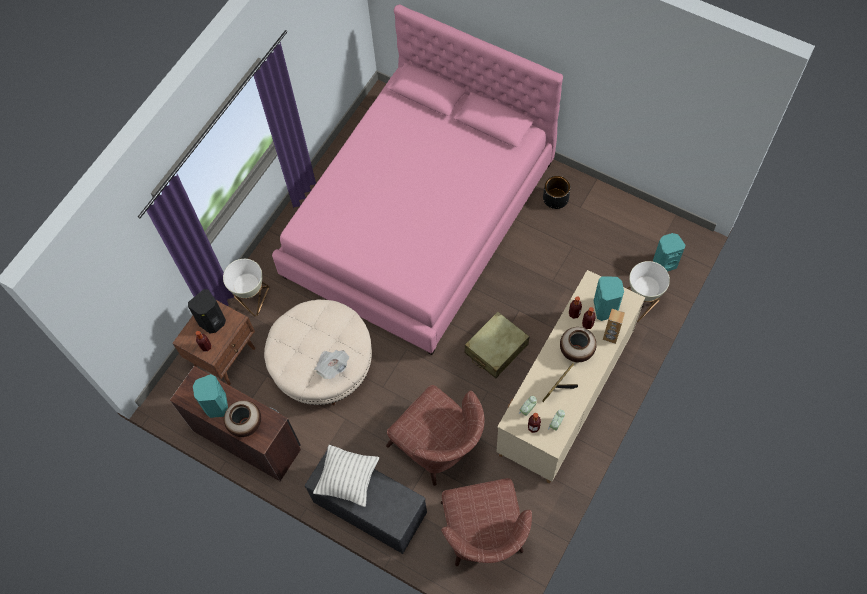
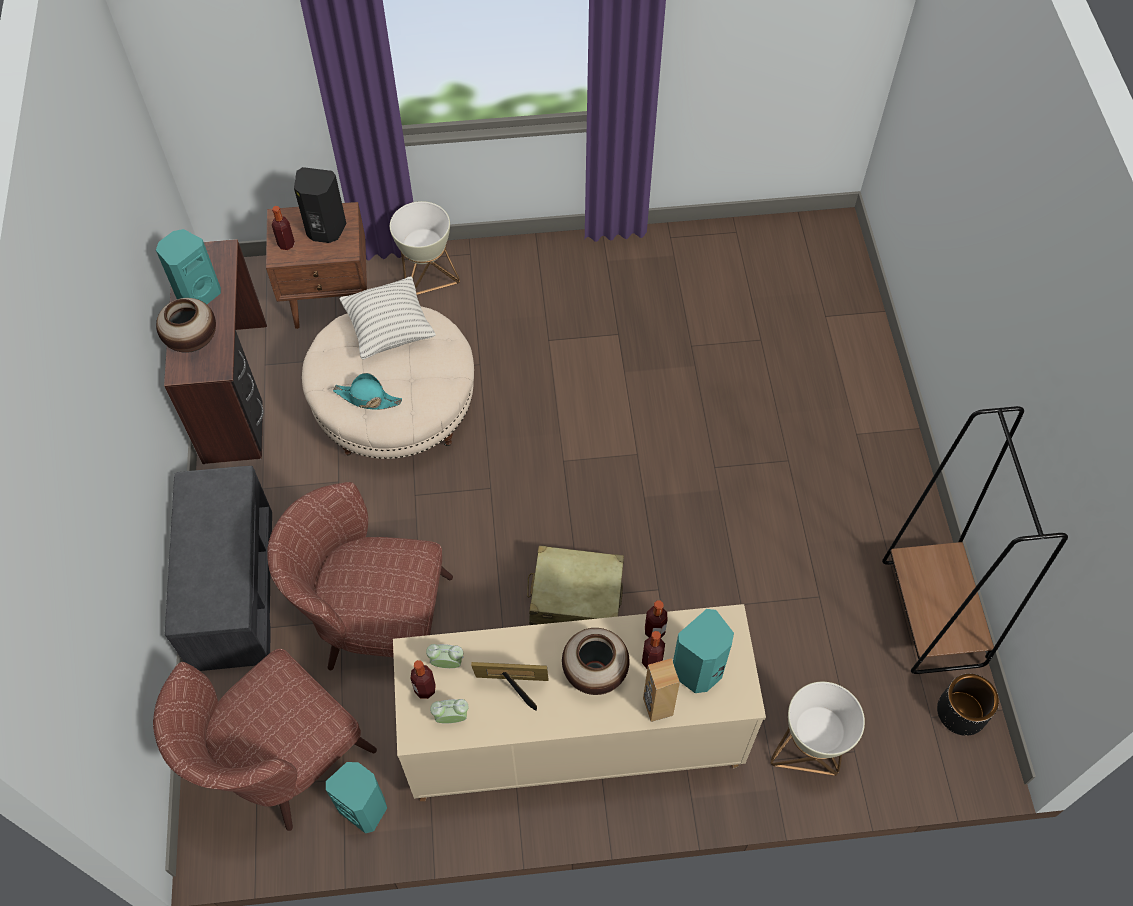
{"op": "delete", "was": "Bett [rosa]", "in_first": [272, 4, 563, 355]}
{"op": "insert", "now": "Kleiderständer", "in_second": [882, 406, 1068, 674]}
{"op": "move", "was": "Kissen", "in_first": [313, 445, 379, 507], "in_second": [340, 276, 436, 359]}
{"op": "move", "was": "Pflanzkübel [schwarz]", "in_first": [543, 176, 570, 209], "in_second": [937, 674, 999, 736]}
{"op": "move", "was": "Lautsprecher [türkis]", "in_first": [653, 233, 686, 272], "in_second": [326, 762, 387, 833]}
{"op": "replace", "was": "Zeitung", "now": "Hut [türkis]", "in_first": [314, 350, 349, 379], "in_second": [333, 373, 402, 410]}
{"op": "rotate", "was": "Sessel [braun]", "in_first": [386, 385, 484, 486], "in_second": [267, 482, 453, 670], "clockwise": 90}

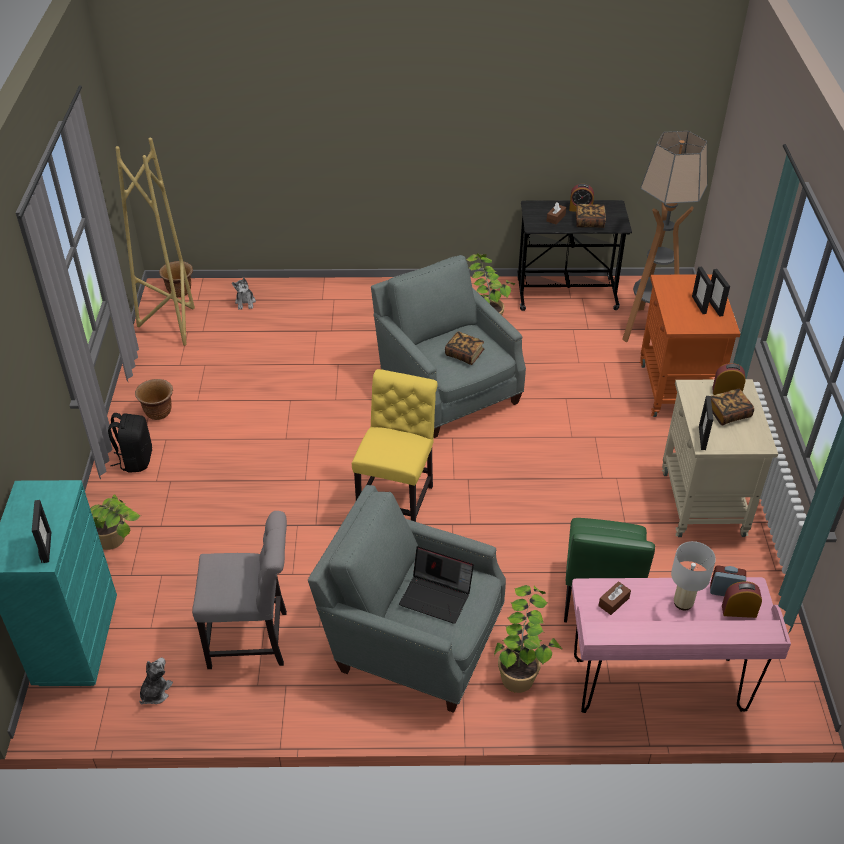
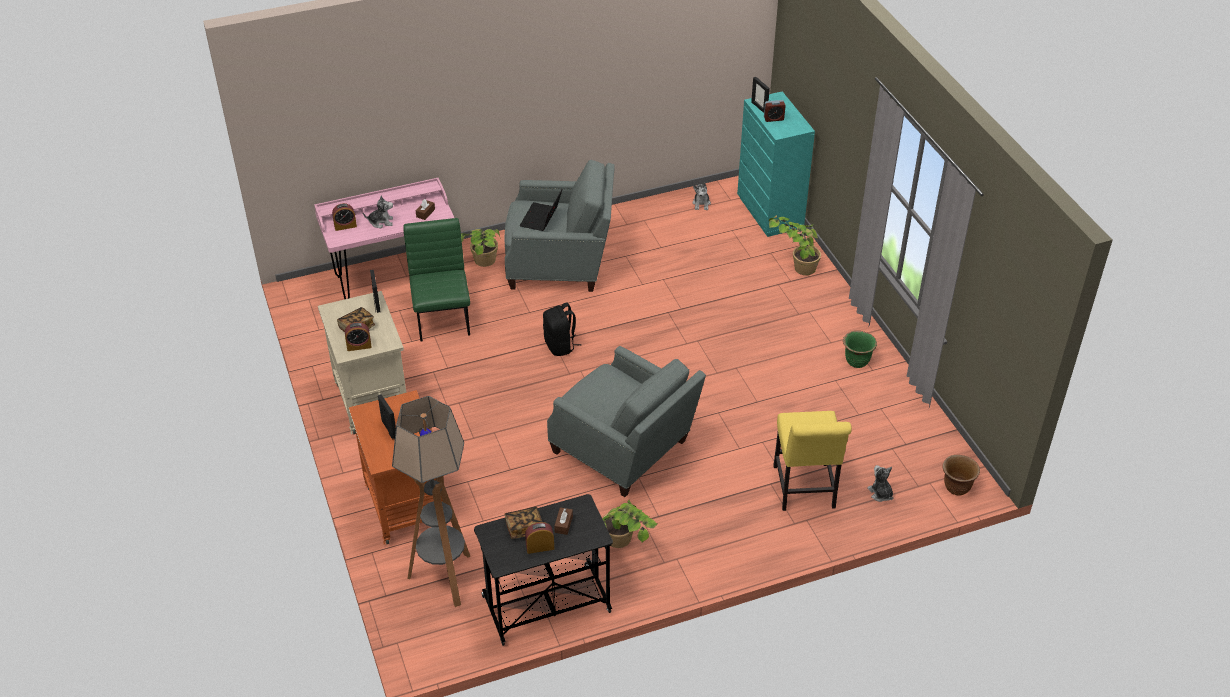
{"op": "delete", "was": "Kleiderständer [gelb]", "in_first": [116, 137, 195, 346]}
{"op": "delete", "was": "Stuhl [grau]", "in_first": [192, 511, 287, 669]}
{"op": "delete", "was": "Buch", "in_first": [445, 331, 484, 365]}
{"op": "delete", "was": "Bilderrahmen", "in_first": [709, 269, 730, 317]}
{"op": "move", "was": "Rucksack [schwarz]", "in_first": [108, 413, 152, 472], "in_second": [543, 303, 582, 356]}
{"op": "move", "was": "Stuhl [gelb]", "in_first": [352, 369, 438, 522], "in_second": [773, 411, 852, 511]}
{"op": "move", "was": "Wecker", "in_first": [710, 565, 746, 596], "in_second": [764, 100, 786, 122]}
{"op": "replace", "was": "Tischlampe [weiß]", "now": "Plüschtier", "in_first": [671, 541, 716, 610], "in_second": [363, 196, 393, 228]}
{"op": "recolor", "was": "Pflanzkübel [braun]", "now": "Pflanzkübel [grün]", "in_first": [135, 379, 173, 420], "in_second": [843, 330, 877, 368]}
{"op": "rotate", "was": "Laptop", "in_first": [399, 546, 474, 624], "in_second": [520, 189, 563, 231], "clockwise": -75}

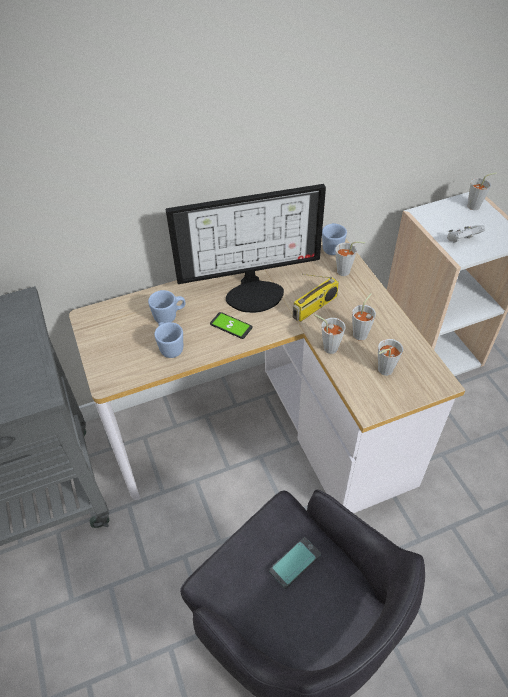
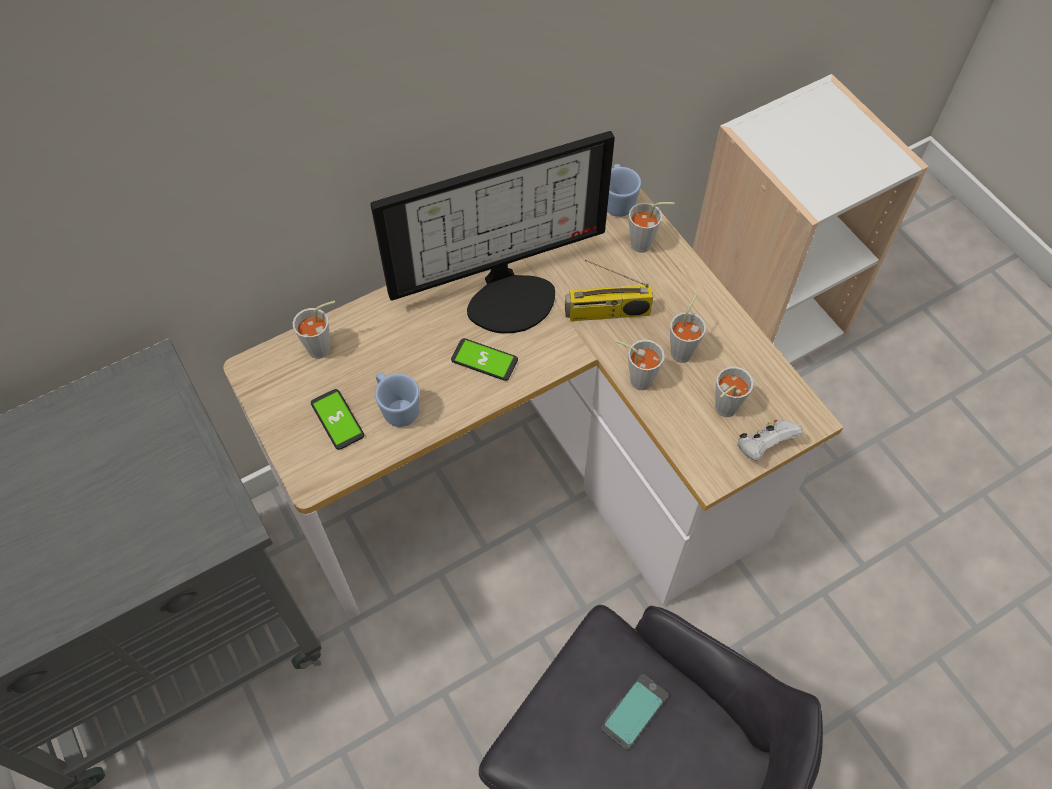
{"op": "delete", "was": "Henkelbecher [blau]", "in_first": [148, 290, 186, 323]}
{"op": "insert", "now": "Handy", "in_second": [311, 389, 364, 450]}
{"op": "move", "was": "Gamepad [weiß]", "in_first": [447, 225, 485, 243], "in_second": [737, 420, 802, 460]}
{"op": "move", "was": "Tasse [grau]", "in_first": [468, 172, 497, 210], "in_second": [293, 301, 335, 359]}
{"op": "rotate", "was": "Radio", "in_first": [293, 274, 339, 322], "in_second": [565, 260, 653, 321], "clockwise": 45}

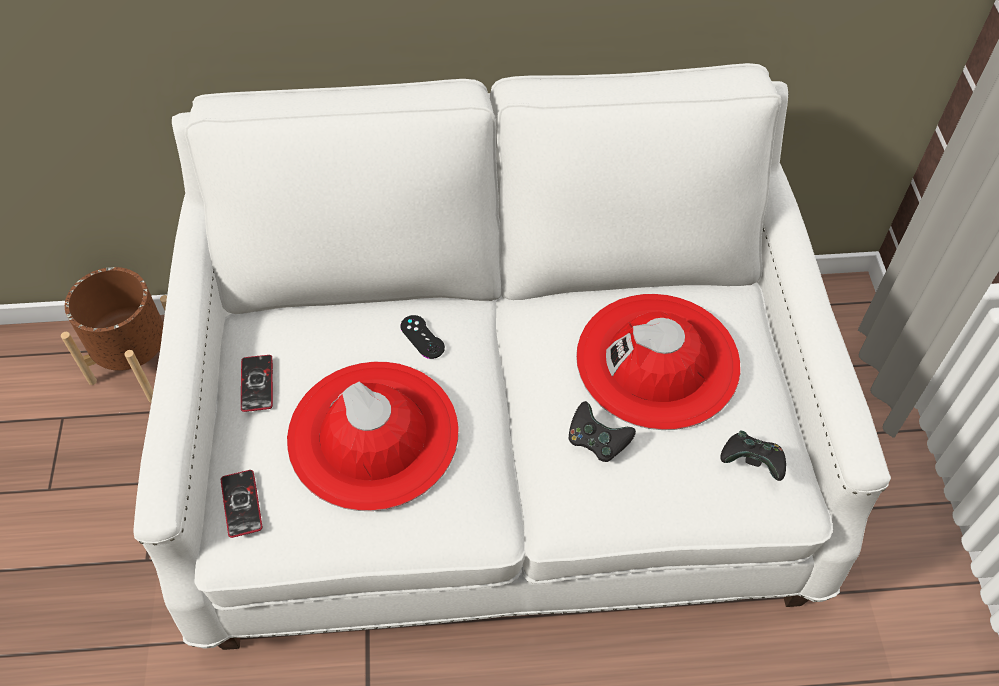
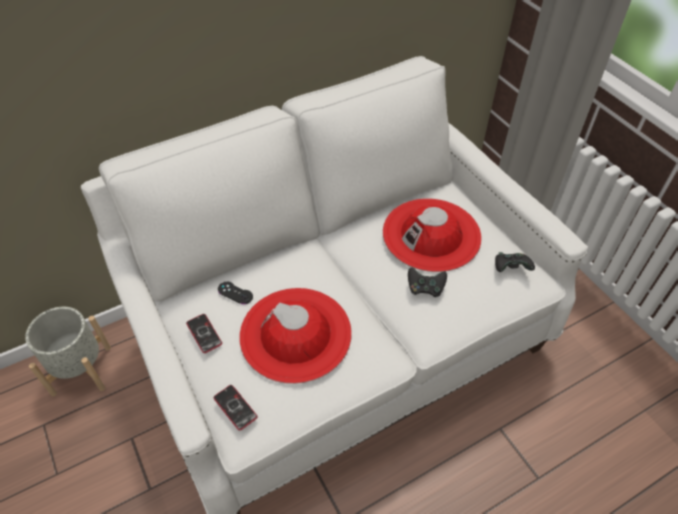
{"op": "move", "was": "Gamepad [schwarz]", "in_first": [400, 315, 445, 359], "in_second": [218, 282, 253, 304]}
{"op": "recolor", "was": "Pflanzkübel [braun]", "now": "Pflanzkübel [grau]", "in_first": [61, 267, 167, 402], "in_second": [25, 307, 111, 396]}

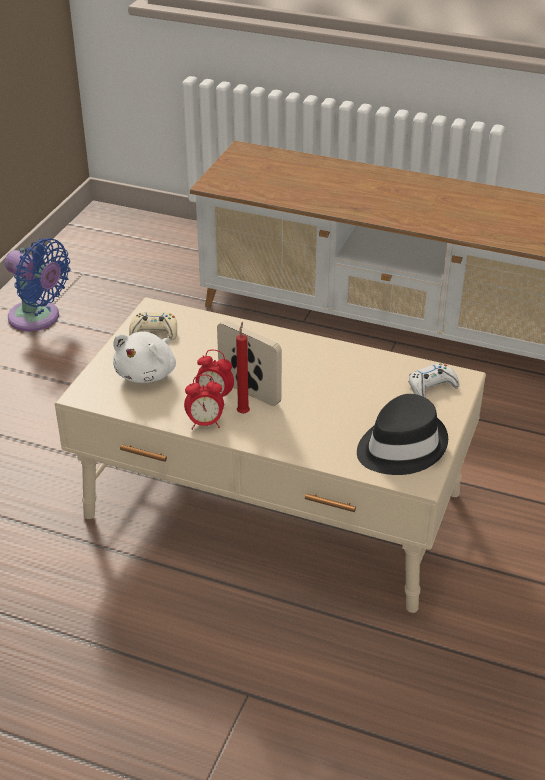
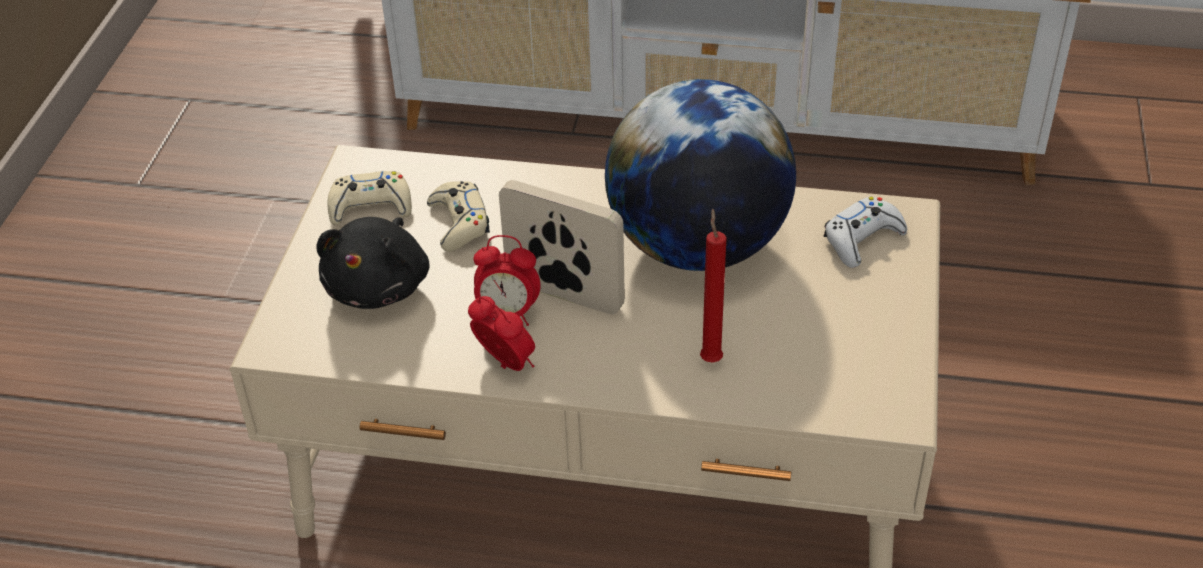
{"op": "delete", "was": "Ventilator [blau]", "in_first": [5, 238, 70, 331]}
{"op": "delete", "was": "Hut [schwarz]", "in_first": [357, 394, 448, 475]}
{"op": "insert", "now": "Gamepad [beige]", "in_second": [427, 181, 490, 252]}
{"op": "insert", "now": "Globus", "in_second": [605, 79, 796, 271]}
{"op": "move", "was": "Kerze [rot]", "in_first": [236, 322, 250, 414], "in_second": [700, 209, 727, 362]}
{"op": "recolor", "was": "Plüschtier [weiß]", "now": "Plüschtier [schwarz]", "in_first": [113, 332, 176, 383], "in_second": [316, 217, 430, 309]}
{"op": "rotate", "was": "Wecker", "in_first": [184, 375, 224, 430], "in_second": [468, 296, 535, 371], "clockwise": -120}

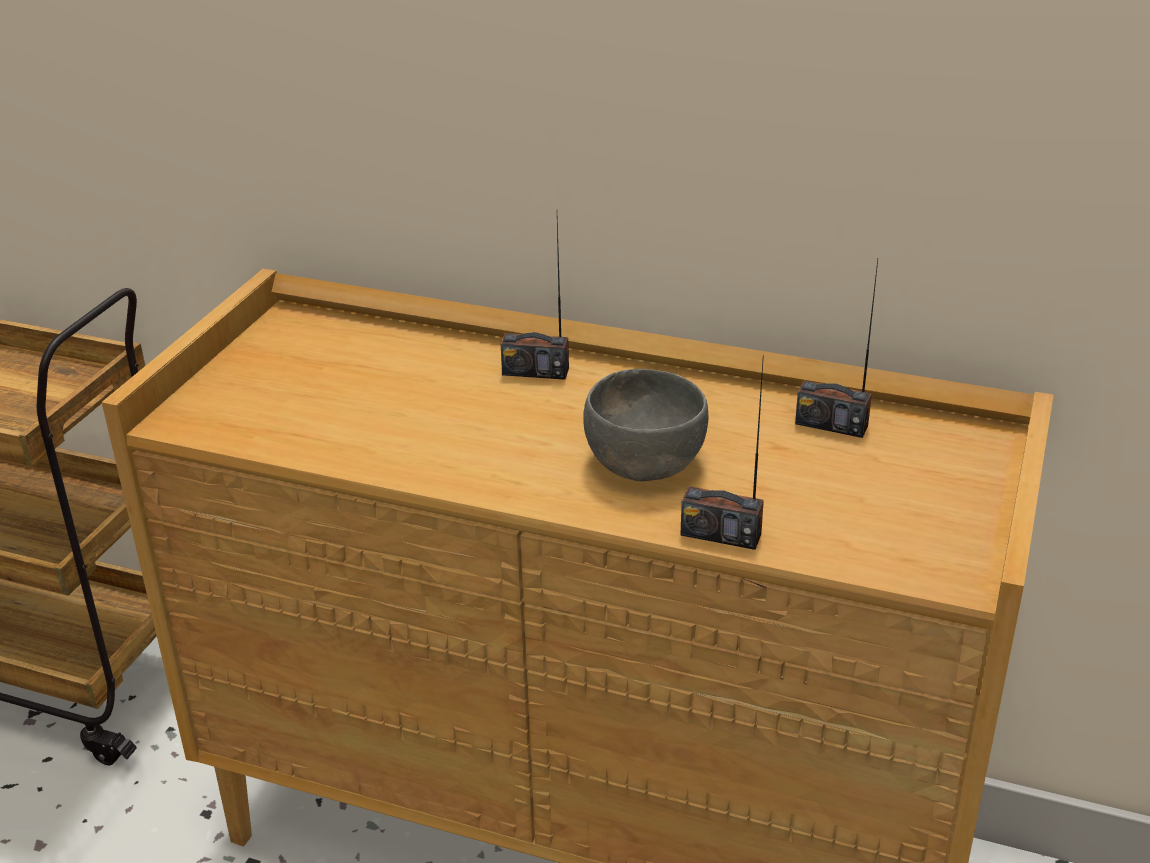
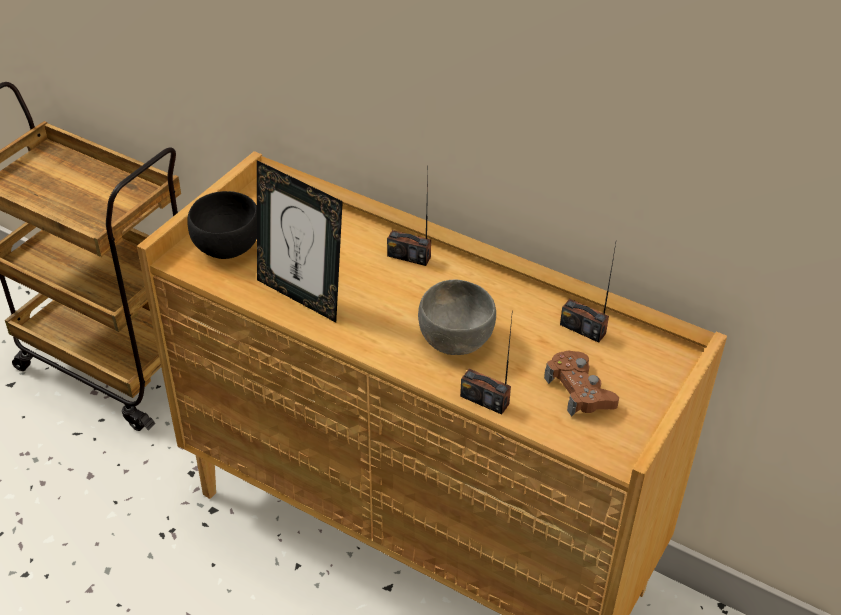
{"op": "insert", "now": "Schüssel [schwarz]", "in_second": [187, 191, 257, 259]}
{"op": "insert", "now": "Bilderrahmen", "in_second": [257, 160, 343, 323]}
{"op": "insert", "now": "Gamepad [braun]", "in_second": [544, 350, 619, 417]}

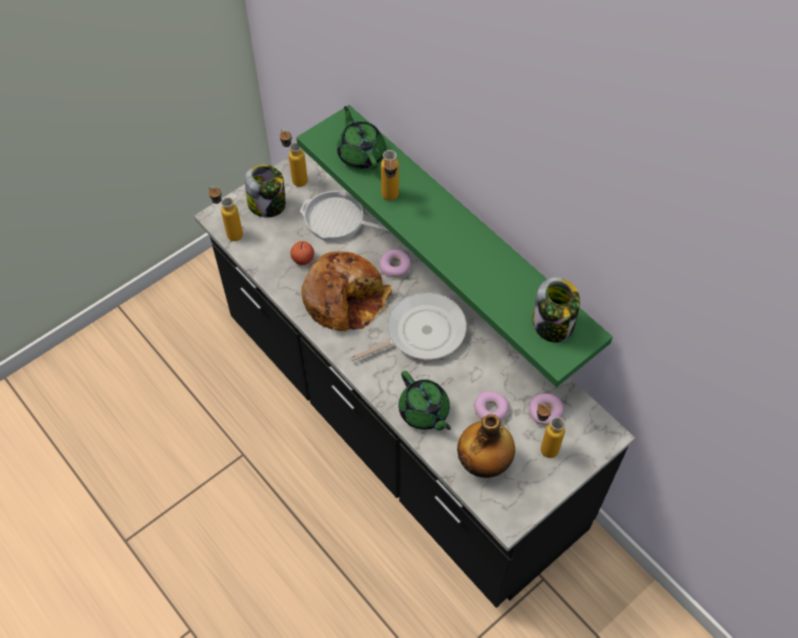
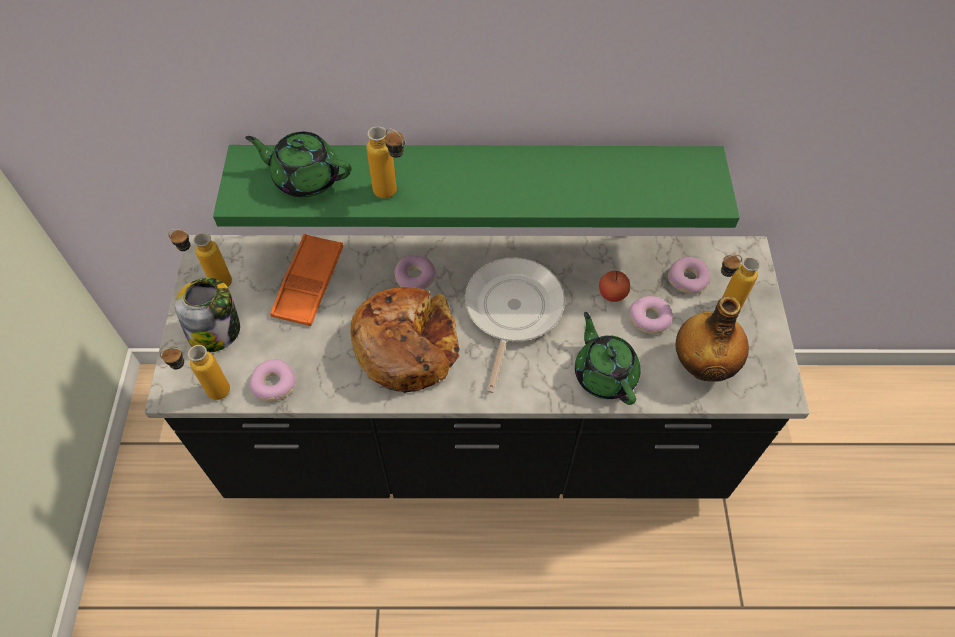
{"op": "delete", "was": "Vorratsglas", "in_first": [532, 277, 580, 343]}
{"op": "insert", "now": "Donut", "in_second": [250, 359, 295, 401]}
{"op": "move", "was": "Apfel", "in_first": [290, 241, 314, 265], "in_second": [599, 271, 630, 302]}
{"op": "replace", "was": "Pfanne", "now": "Tablett [orange]", "in_first": [300, 190, 390, 241], "in_second": [270, 234, 343, 326]}
{"op": "rotate", "was": "Teekanne [grün]", "in_first": [398, 371, 451, 430], "in_second": [575, 312, 641, 405], "clockwise": -120}

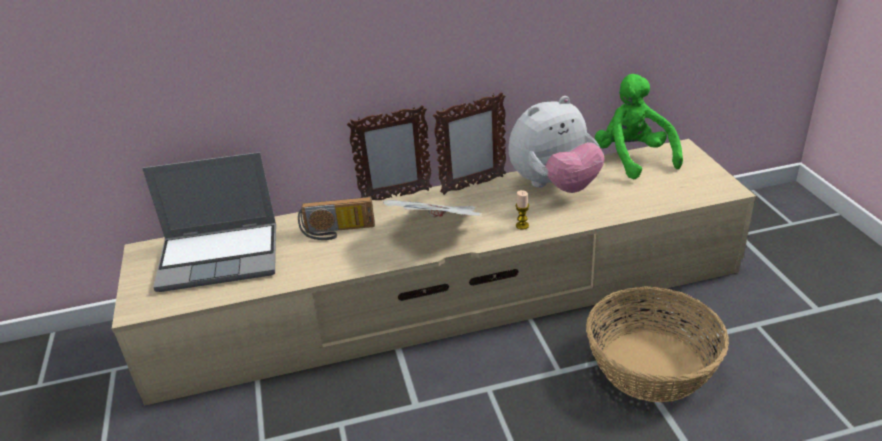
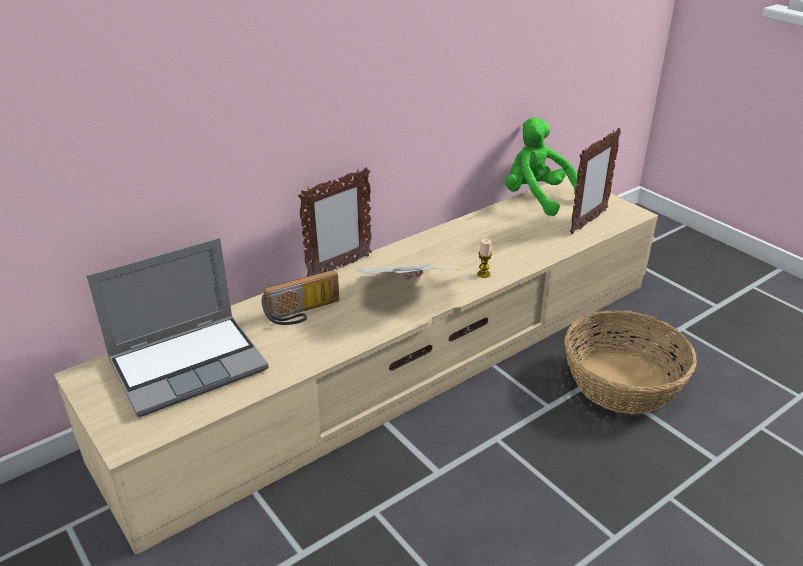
{"op": "delete", "was": "Plüschtier", "in_first": [509, 96, 605, 193]}
{"op": "move", "was": "Bilderrahmen", "in_first": [433, 92, 506, 195], "in_second": [570, 128, 621, 234]}

